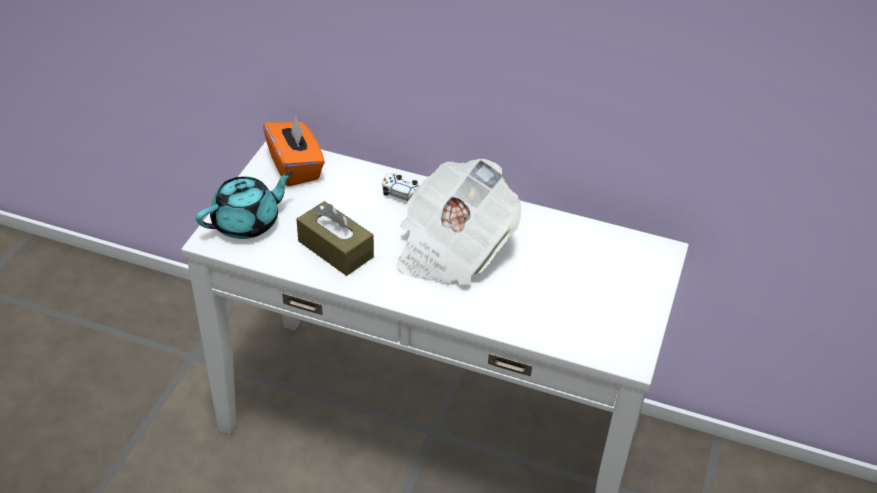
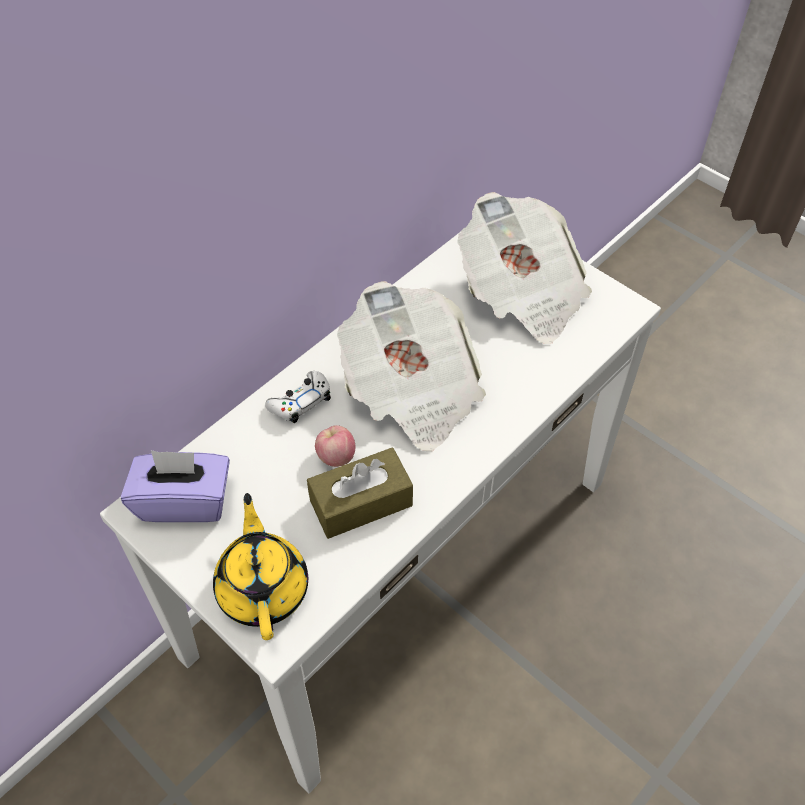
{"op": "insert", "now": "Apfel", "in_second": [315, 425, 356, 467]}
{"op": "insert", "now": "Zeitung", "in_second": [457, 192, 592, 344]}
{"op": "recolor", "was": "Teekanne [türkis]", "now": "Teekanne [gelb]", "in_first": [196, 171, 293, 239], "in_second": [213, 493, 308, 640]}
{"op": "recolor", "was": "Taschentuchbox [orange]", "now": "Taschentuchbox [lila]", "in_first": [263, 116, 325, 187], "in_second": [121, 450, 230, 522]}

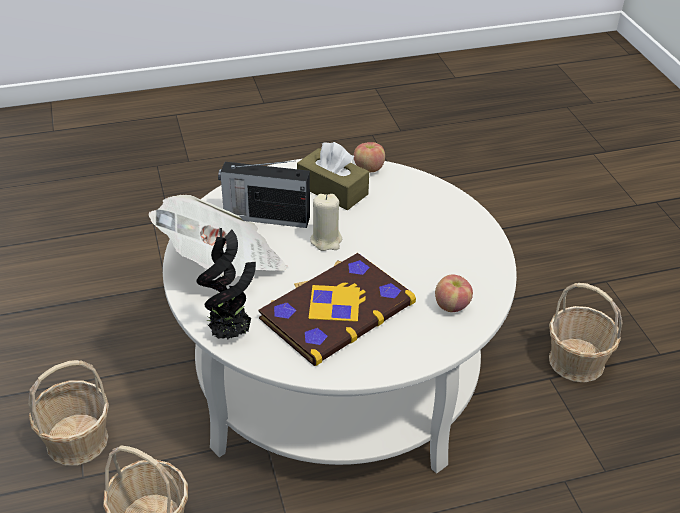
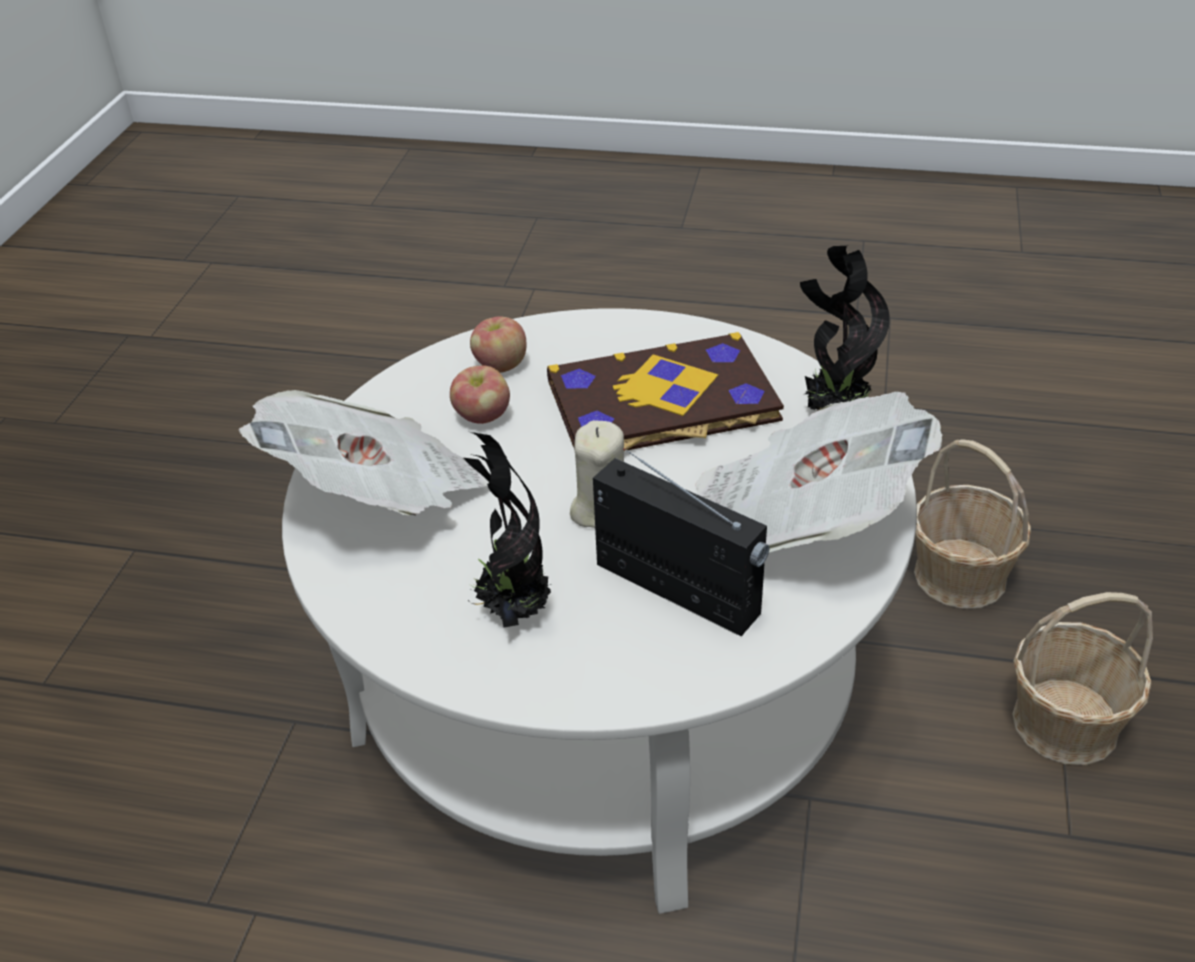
{"op": "delete", "was": "Korb", "in_first": [549, 283, 622, 382]}
{"op": "insert", "now": "Zeitung", "in_second": [239, 390, 491, 516]}
{"op": "move", "was": "Apfel", "in_first": [354, 142, 385, 172], "in_second": [450, 366, 510, 424]}
{"op": "replace", "was": "Taschentuchbox [braun]", "now": "Topfpflanze", "in_first": [297, 142, 369, 210], "in_second": [464, 432, 551, 628]}

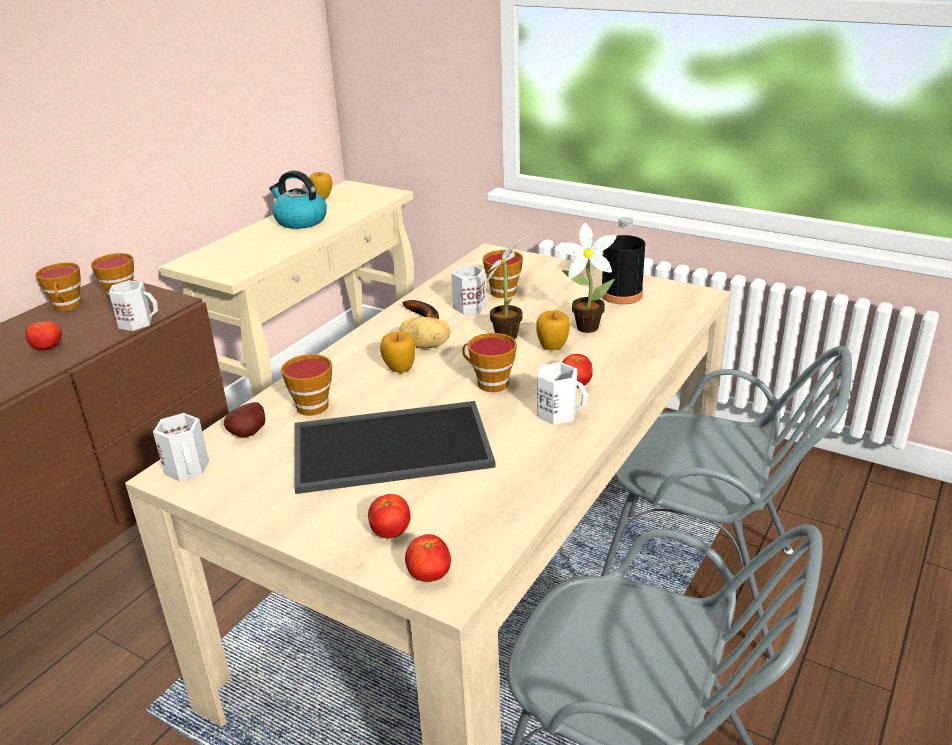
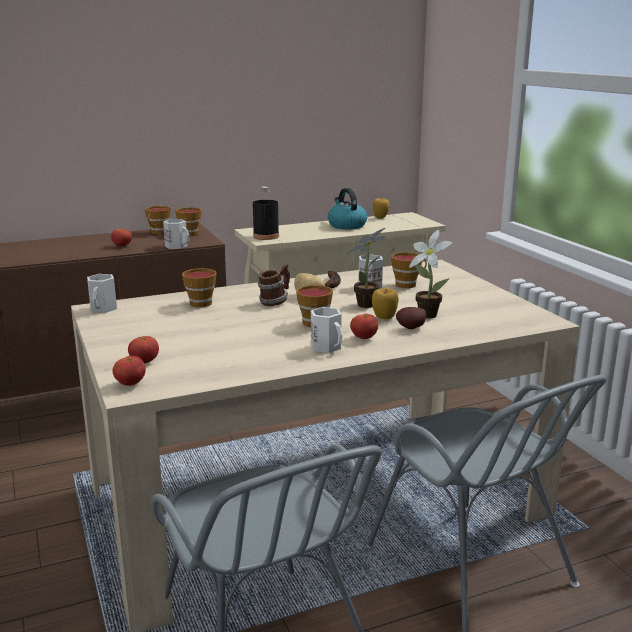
{"op": "delete", "was": "Tablett", "in_first": [294, 401, 496, 494]}
{"op": "move", "was": "Kartoffel", "in_first": [224, 402, 265, 437], "in_second": [396, 307, 426, 329]}
{"op": "move", "was": "Flasche [schwarz]", "in_first": [602, 217, 645, 304], "in_second": [253, 186, 279, 240]}
{"op": "replace", "was": "Apfel", "now": "Henkelbecher", "in_first": [380, 331, 416, 373], "in_second": [258, 264, 290, 306]}

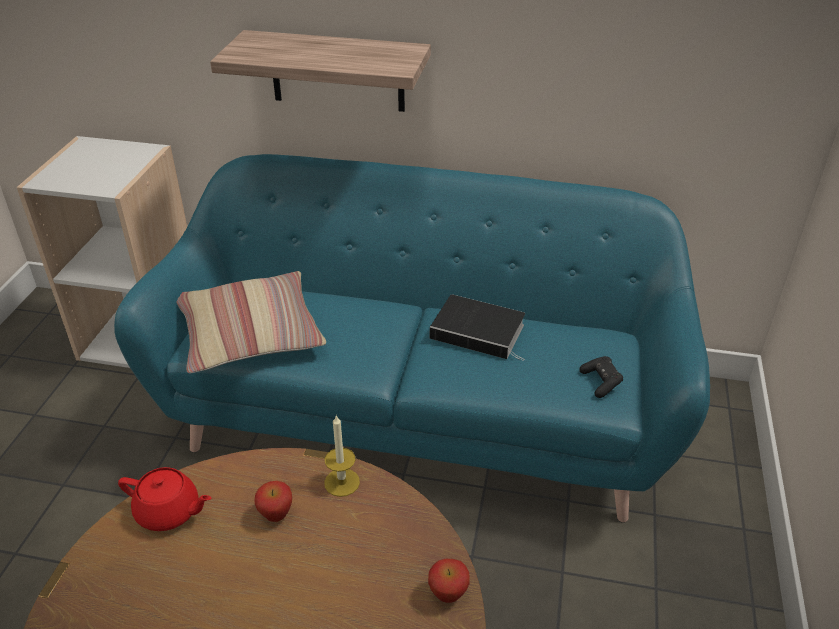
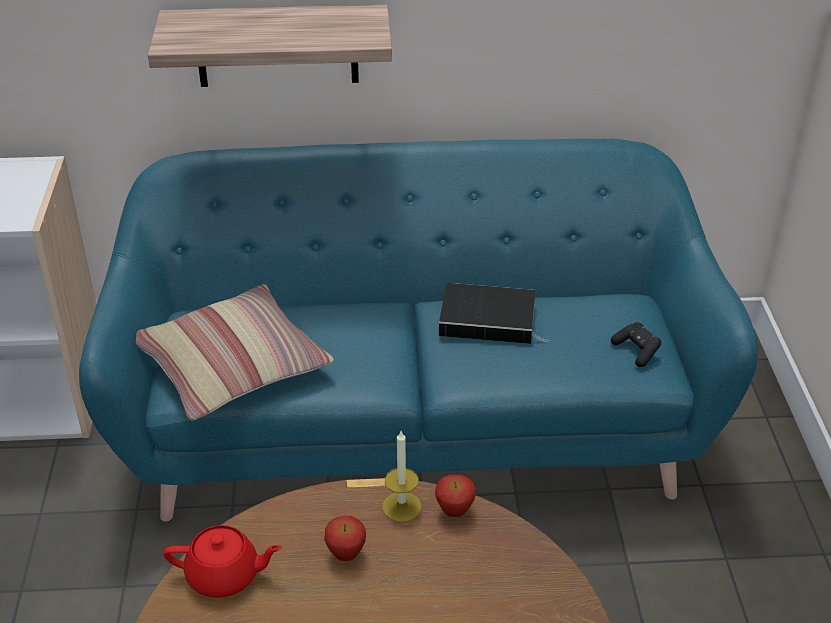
{"op": "move", "was": "Apfel", "in_first": [428, 559, 470, 603], "in_second": [435, 474, 476, 517]}

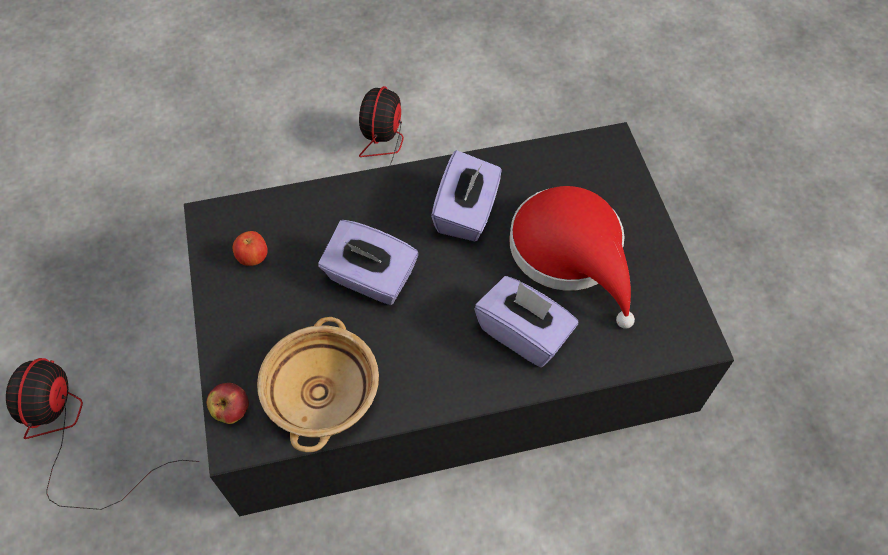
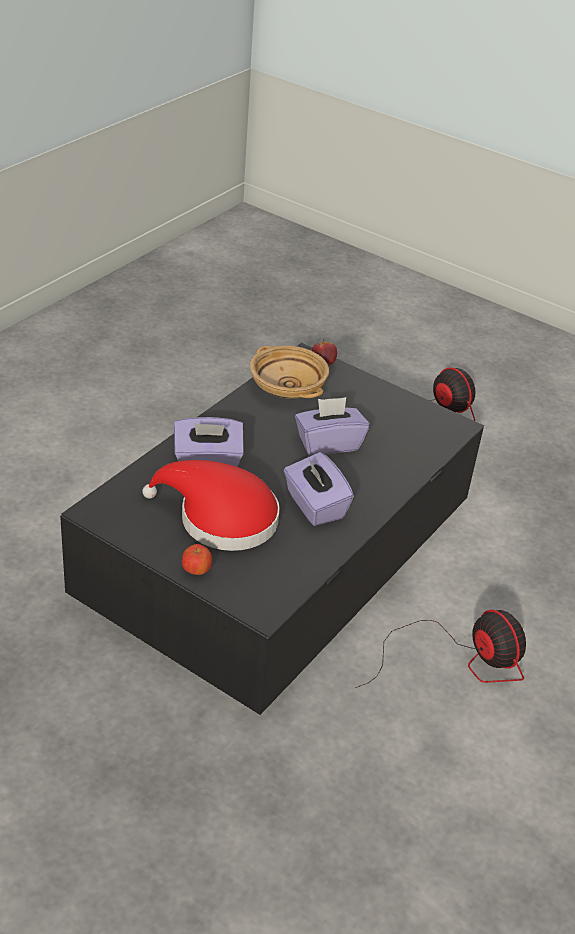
{"op": "move", "was": "Apfel", "in_first": [233, 231, 268, 266], "in_second": [182, 544, 212, 575]}

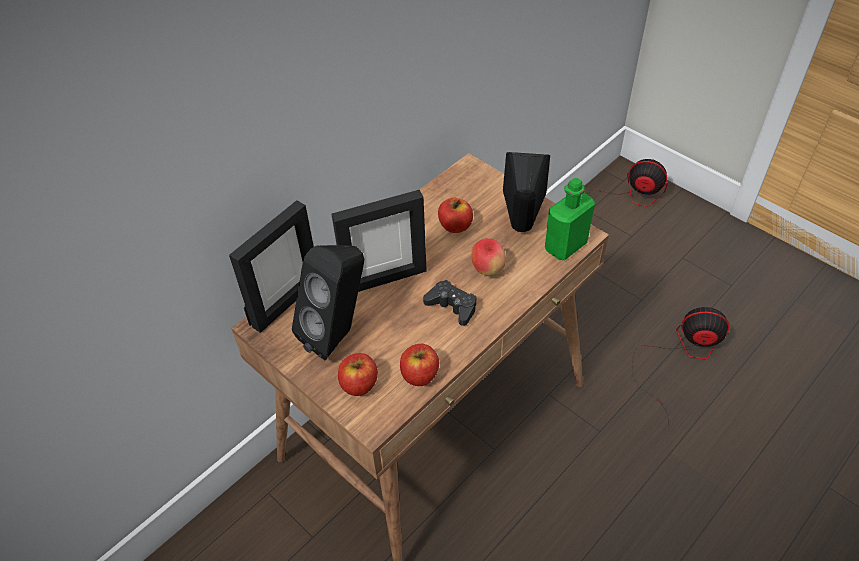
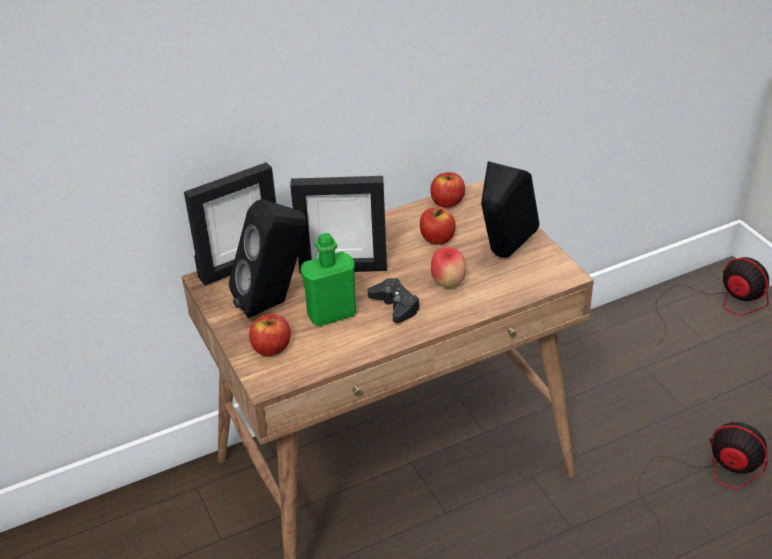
{"op": "move", "was": "Apfel", "in_first": [400, 344, 439, 386], "in_second": [430, 172, 465, 208]}
{"op": "move", "was": "Flasche [grün]", "in_first": [545, 178, 595, 260], "in_second": [301, 233, 356, 326]}

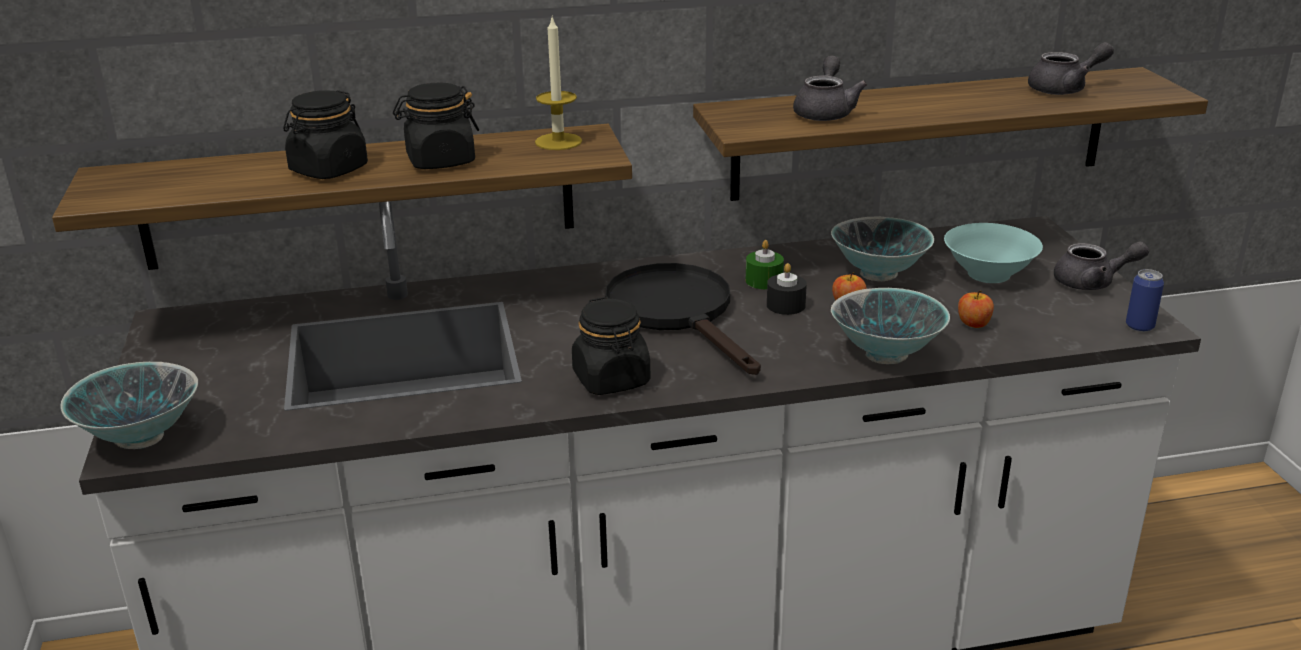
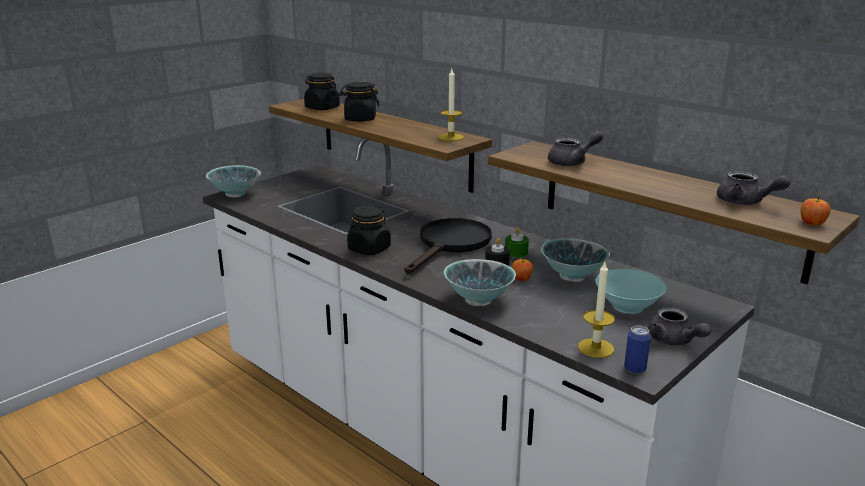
{"op": "insert", "now": "Kerze", "in_second": [578, 262, 615, 358]}
{"op": "move", "was": "Vorratsglas [schwarz]", "in_first": [393, 83, 479, 169], "in_second": [304, 73, 340, 110]}
{"op": "move", "was": "Apfel", "in_first": [958, 290, 994, 328], "in_second": [800, 196, 831, 226]}

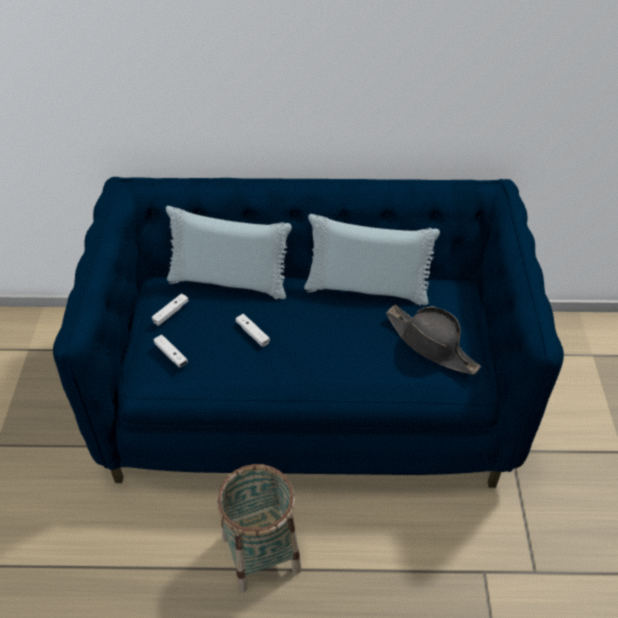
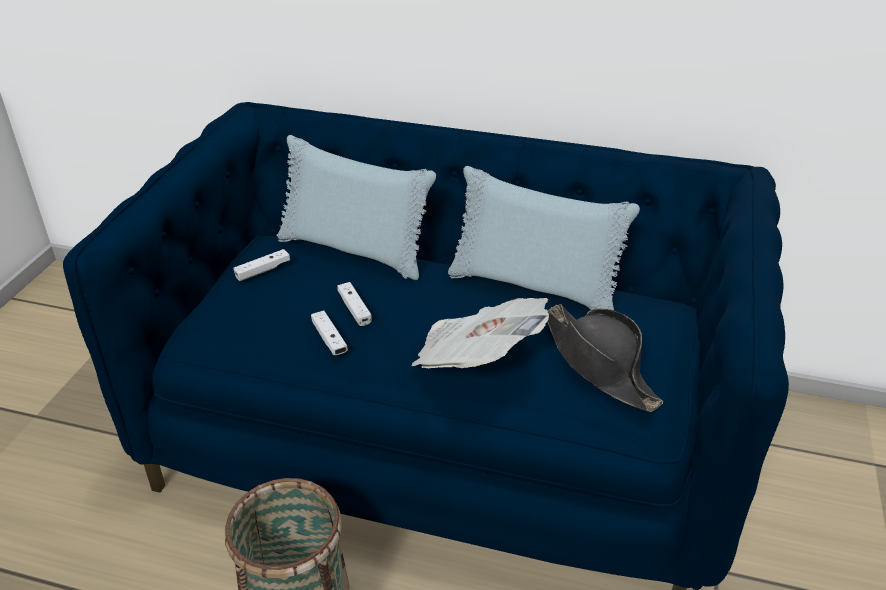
{"op": "insert", "now": "Zeitung", "in_second": [411, 298, 549, 368]}
{"op": "move", "was": "Gamepad [weiß]", "in_first": [154, 335, 188, 367], "in_second": [311, 310, 348, 355]}

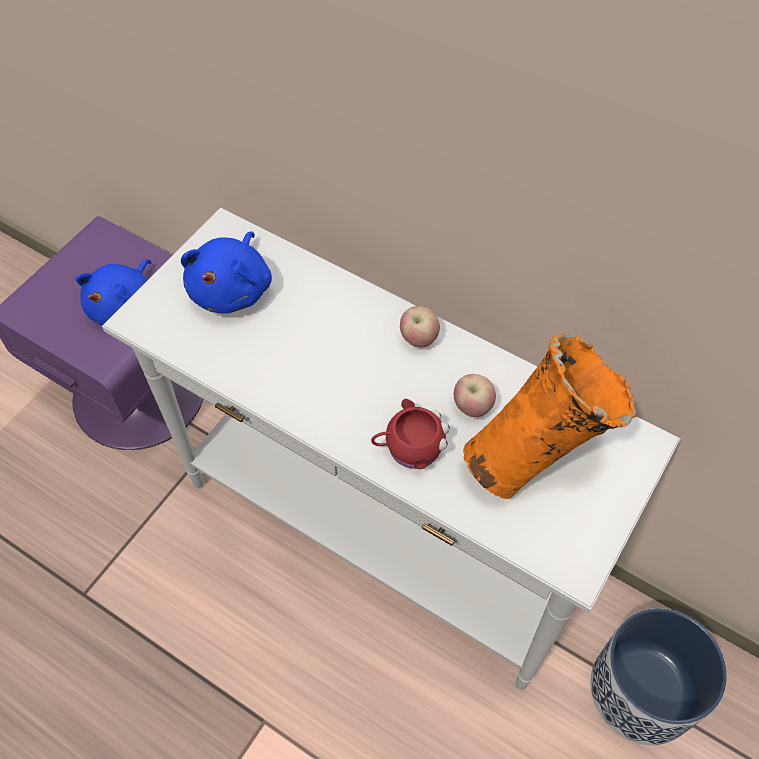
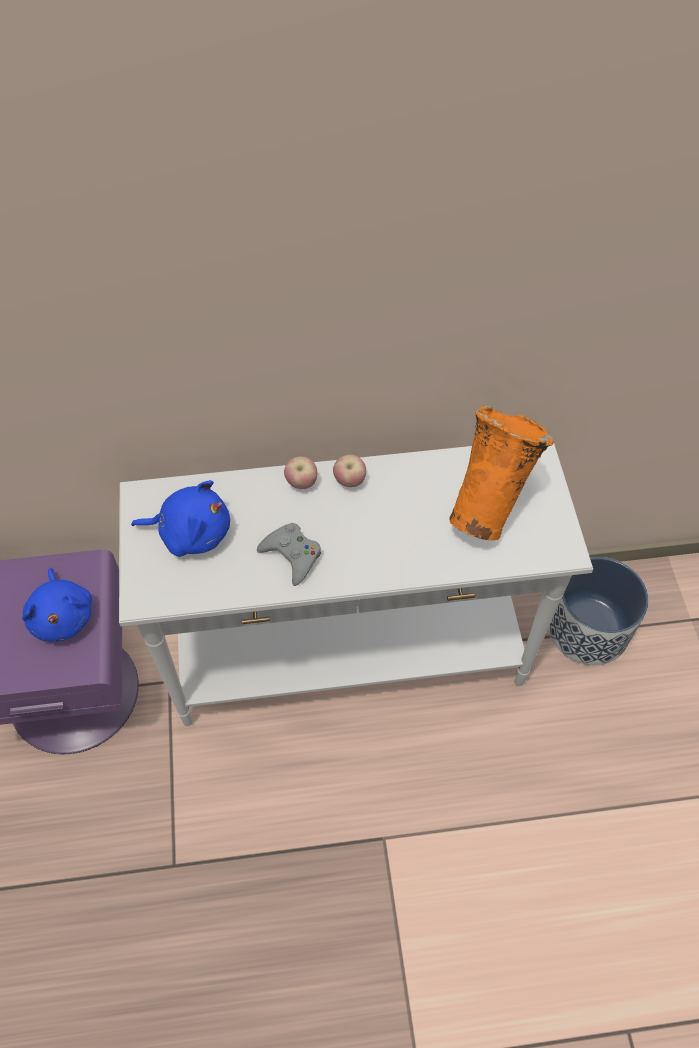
{"op": "delete", "was": "Henkelbecher [rot]", "in_first": [371, 399, 450, 469]}
{"op": "insert", "now": "Gamepad [grau]", "in_second": [257, 523, 321, 586]}
{"op": "move", "was": "Apfel", "in_first": [454, 374, 496, 417], "in_second": [284, 456, 317, 489]}
{"op": "rotate", "was": "Plüschtier [blau]", "in_first": [181, 231, 272, 314], "in_second": [131, 480, 230, 557], "clockwise": -60}

